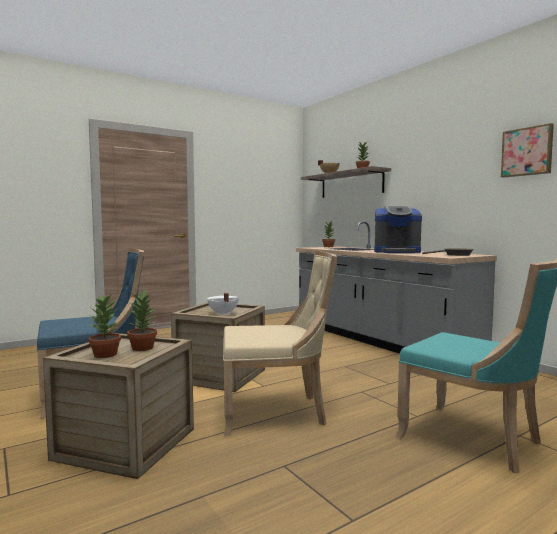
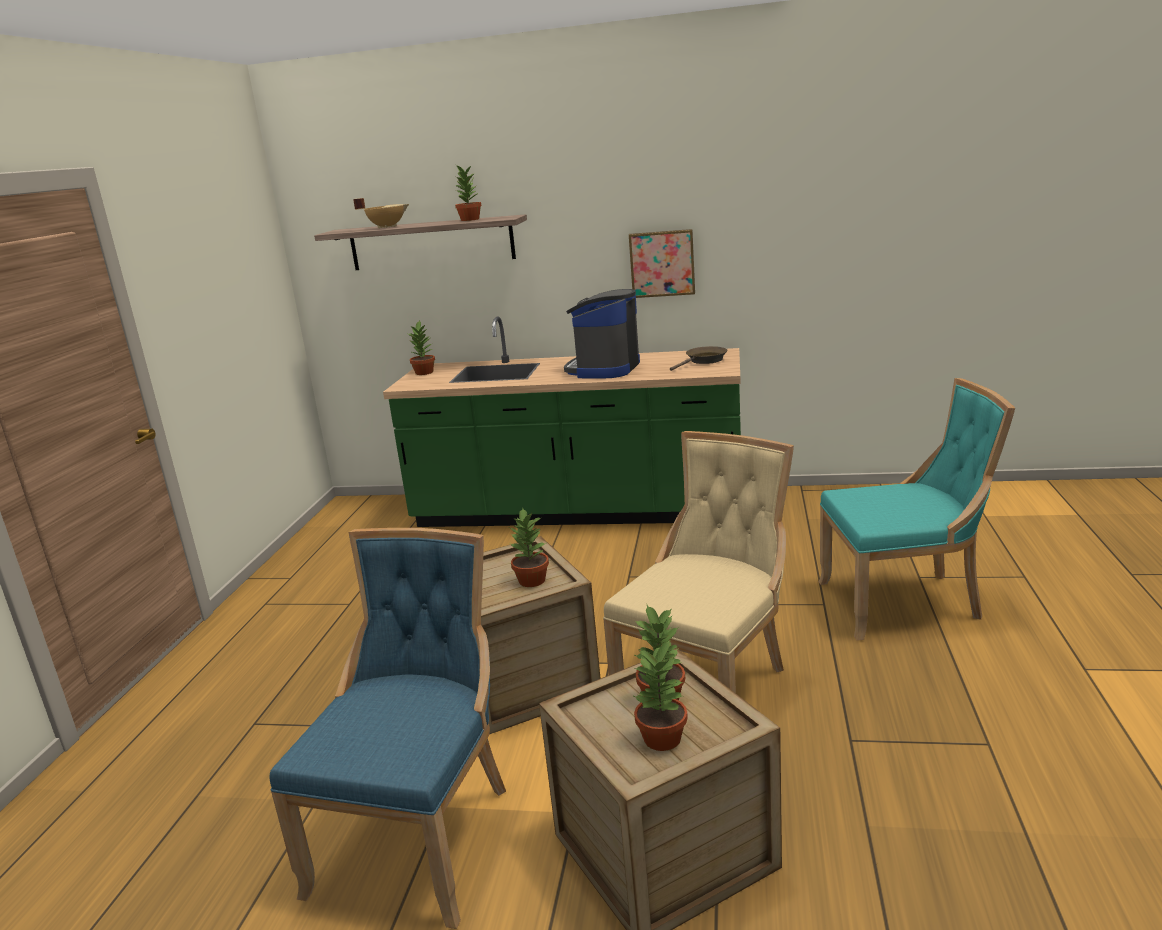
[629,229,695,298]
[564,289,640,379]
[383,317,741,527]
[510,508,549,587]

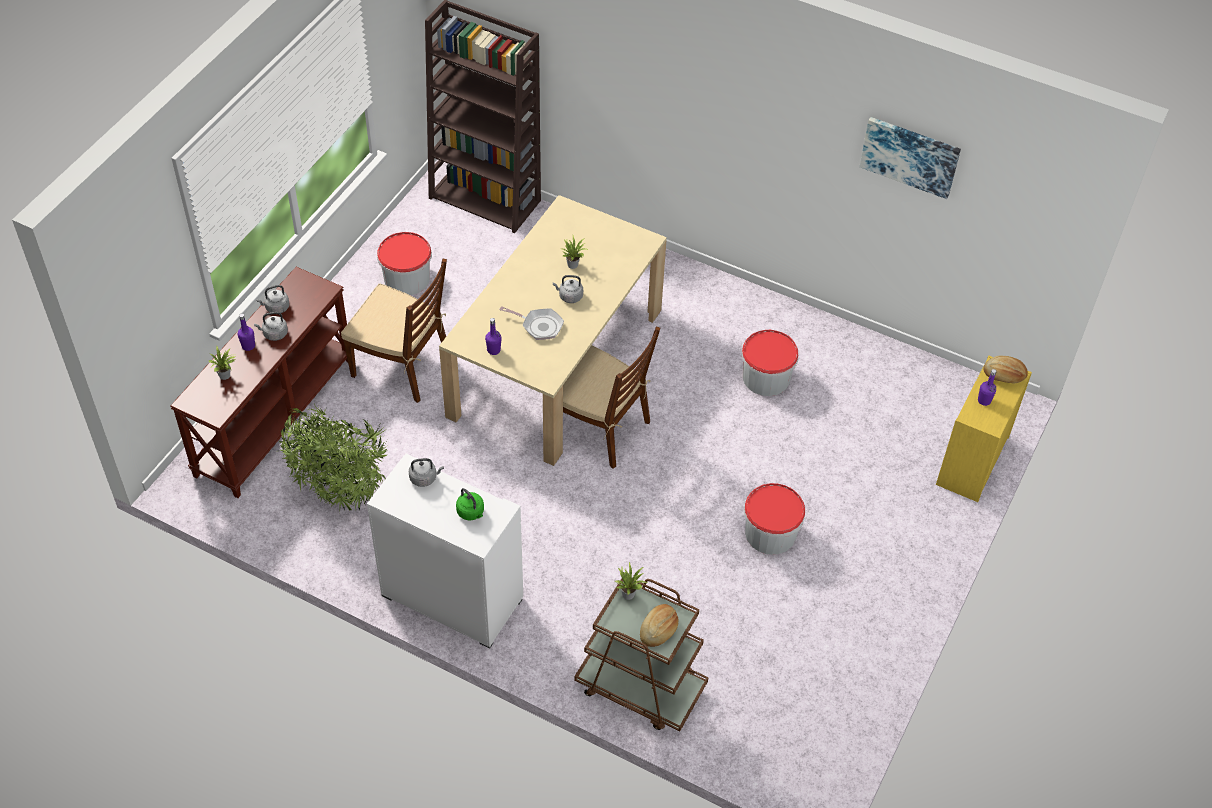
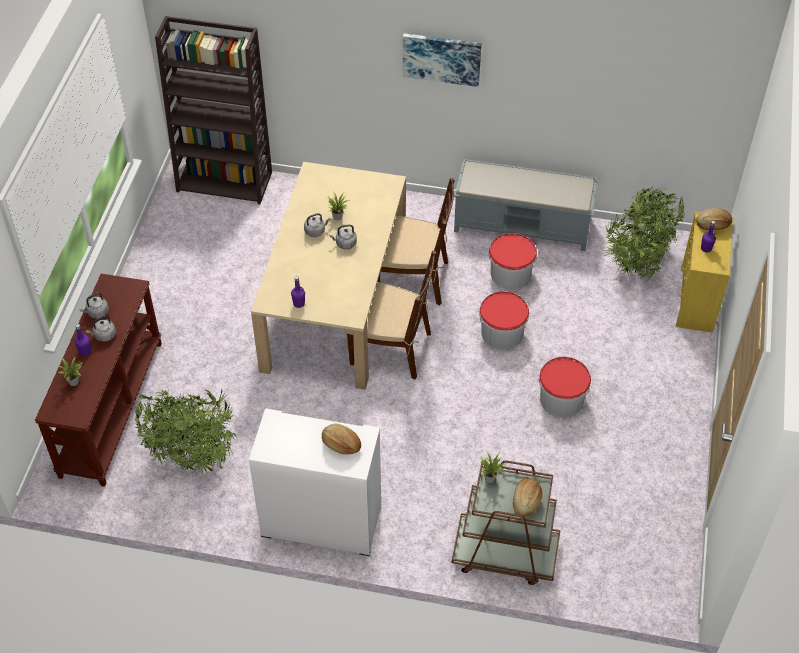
[403,33,481,87]
[479,291,529,350]
[377,178,455,305]
[499,306,564,340] (first image)
[304,213,330,237]
[322,424,361,455]
[454,159,598,251]
[605,187,685,279]

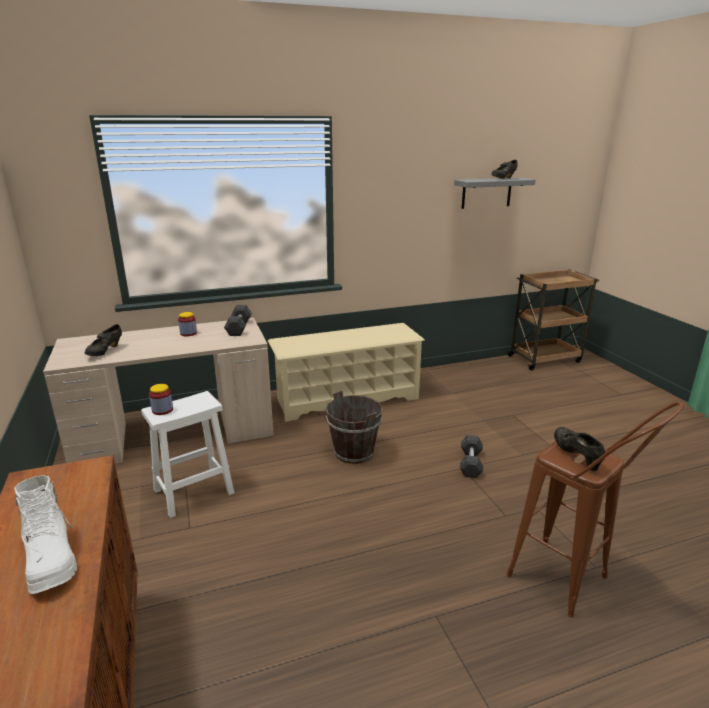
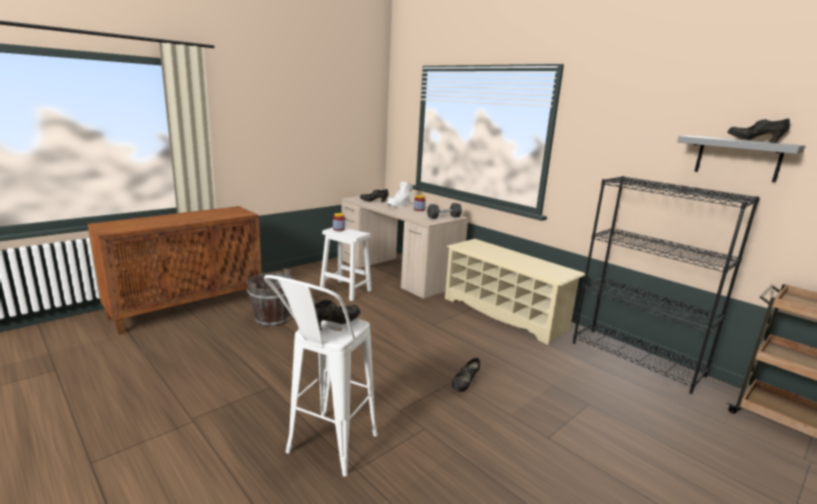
[246,268,295,327]
[264,275,378,477]
[451,358,480,392]
[387,182,413,207]
[573,176,760,394]

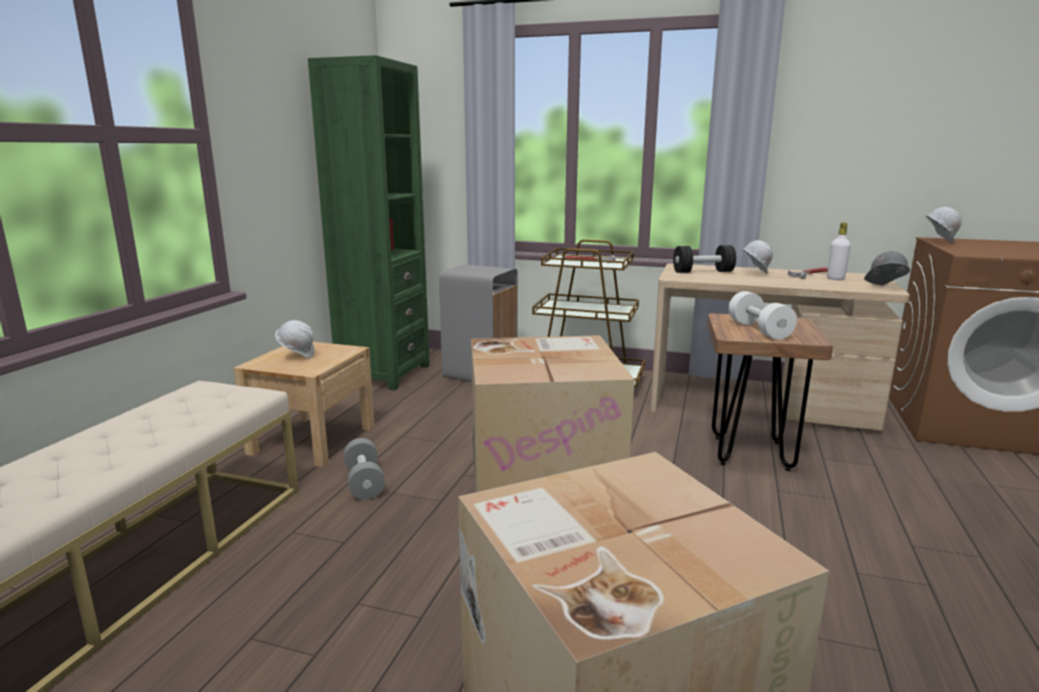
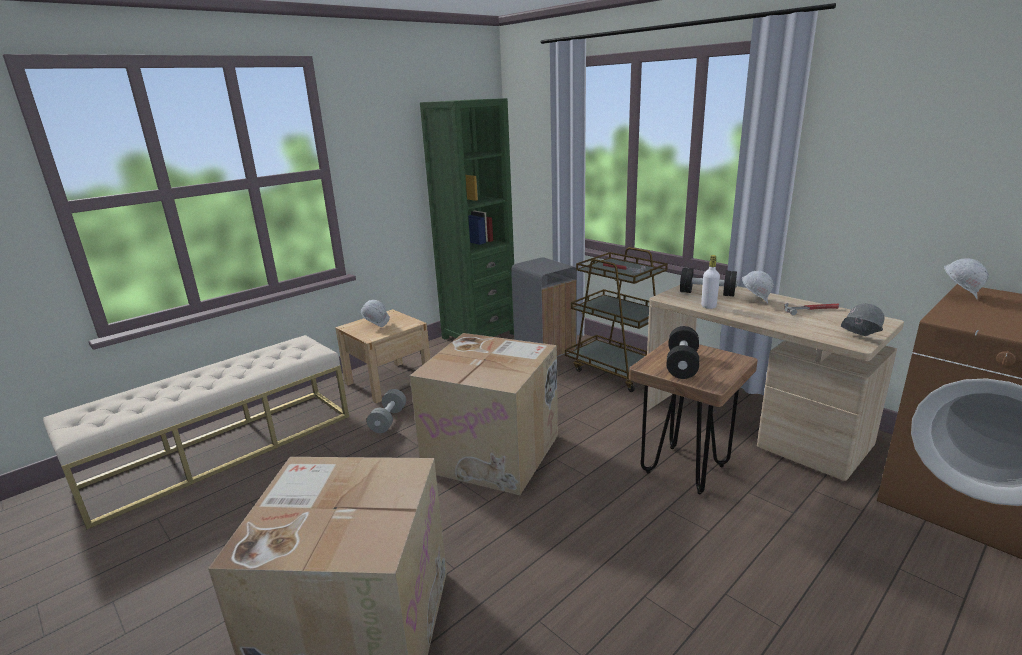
[701,255,720,309]
[666,326,699,379]

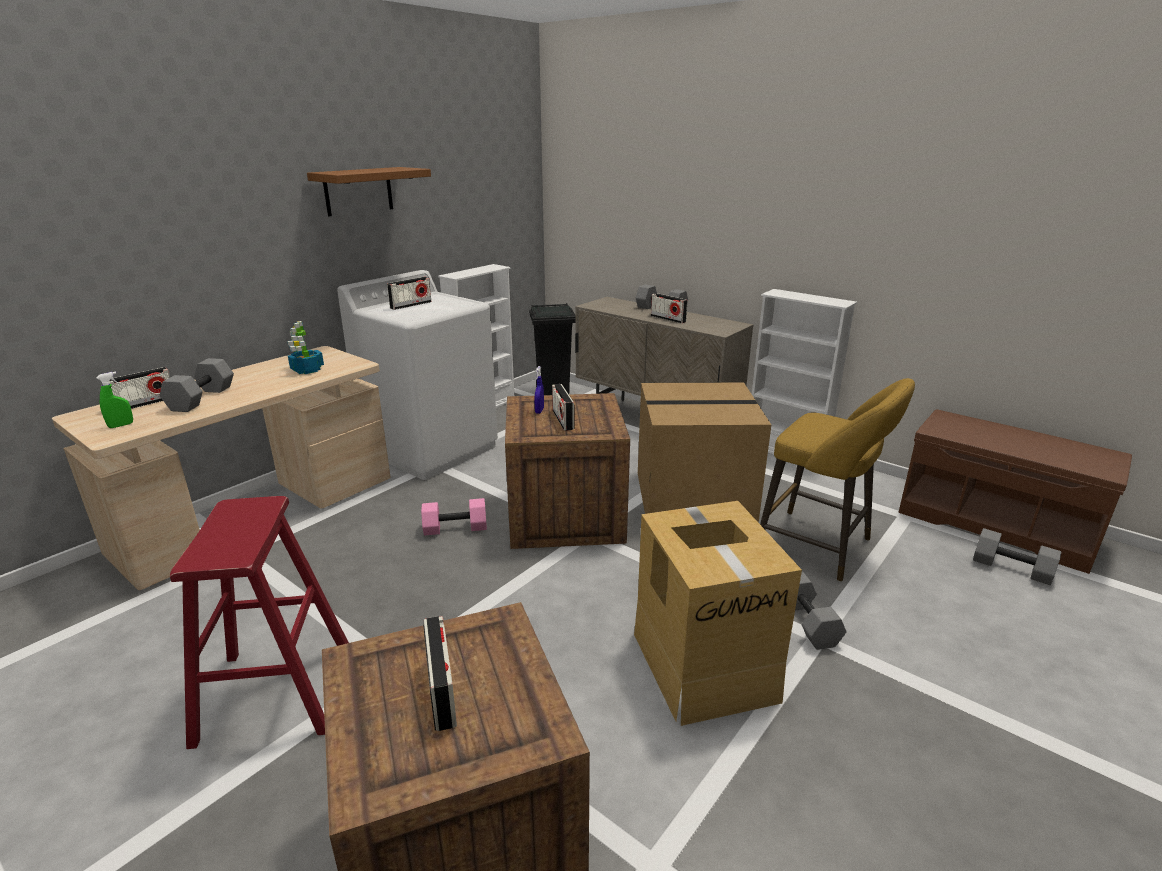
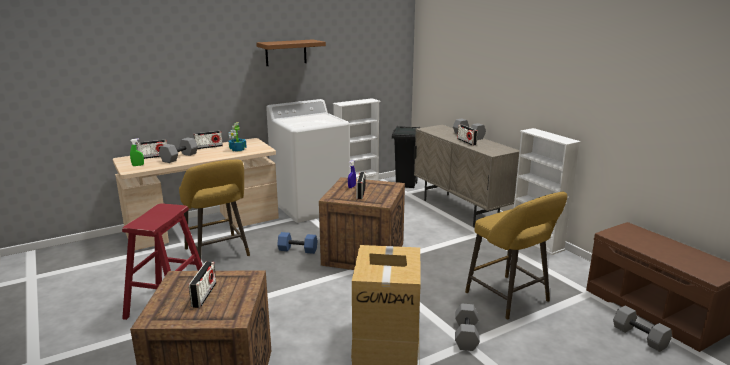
[194,131,223,149]
[638,383,771,523] (first image)
[277,232,318,254]
[179,159,250,259]

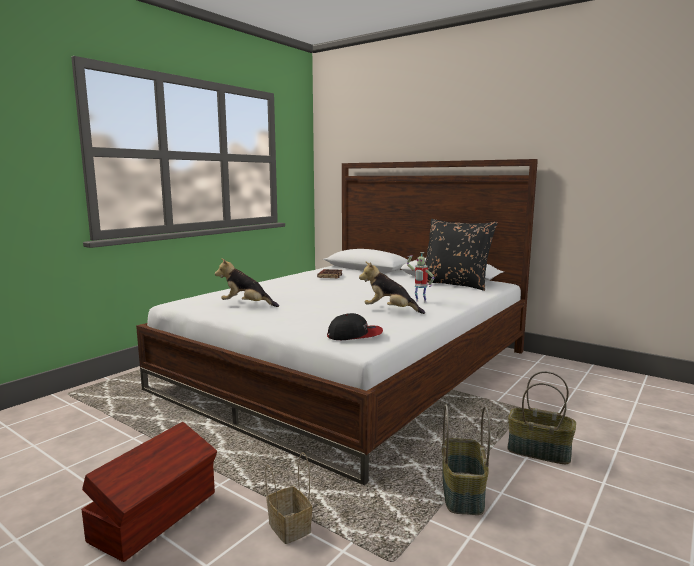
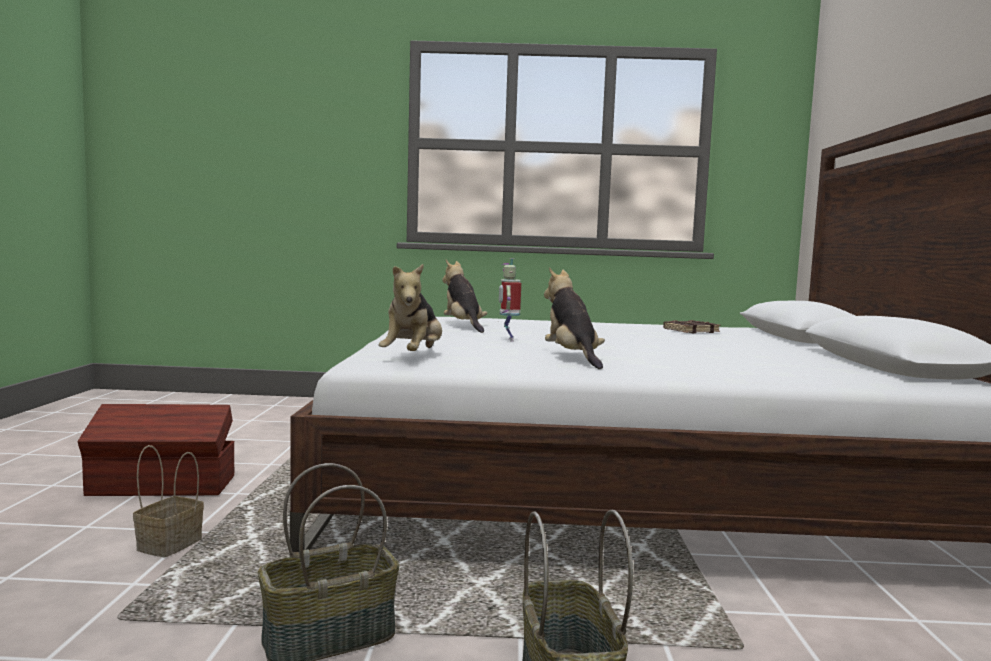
[424,219,498,291] (first image)
[499,258,521,342]
[379,264,442,351]

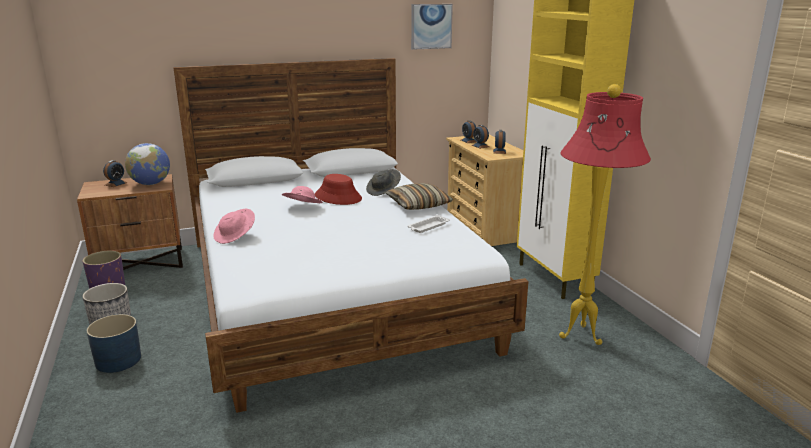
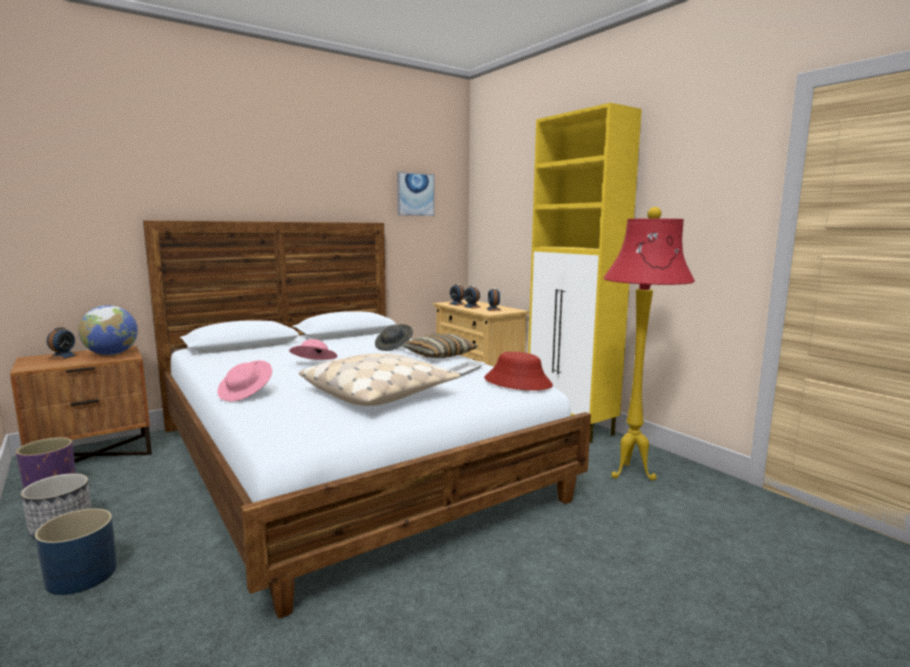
[484,352,553,390]
[299,354,461,406]

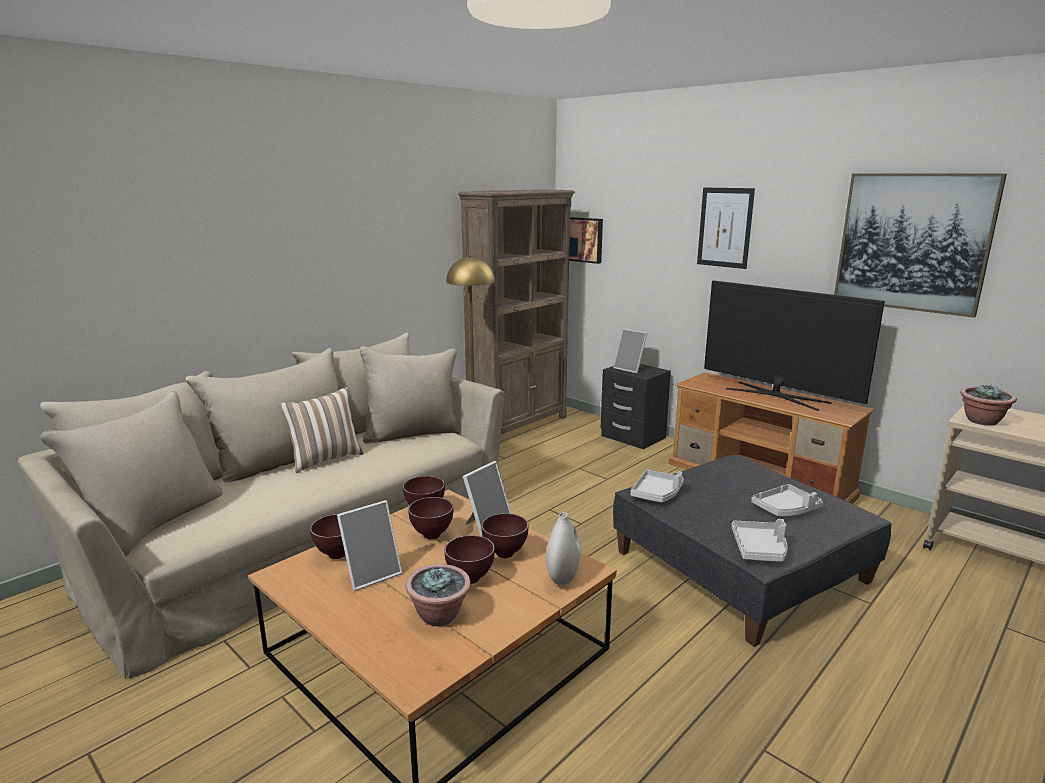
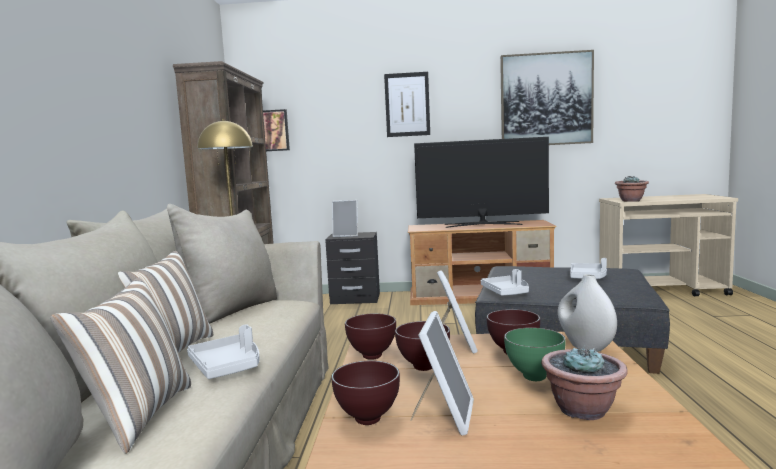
[187,324,260,379]
[504,328,566,381]
[50,278,191,454]

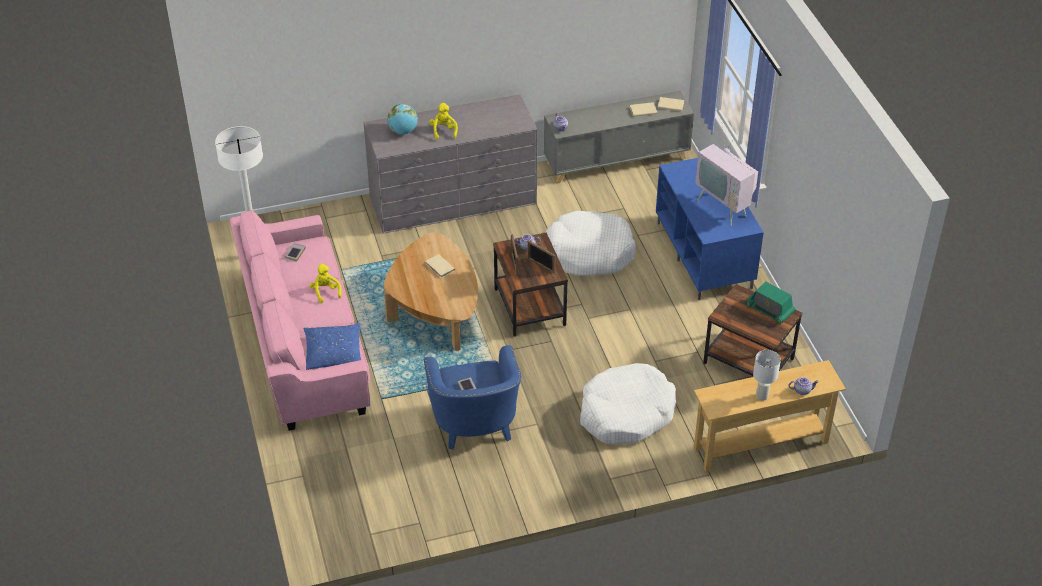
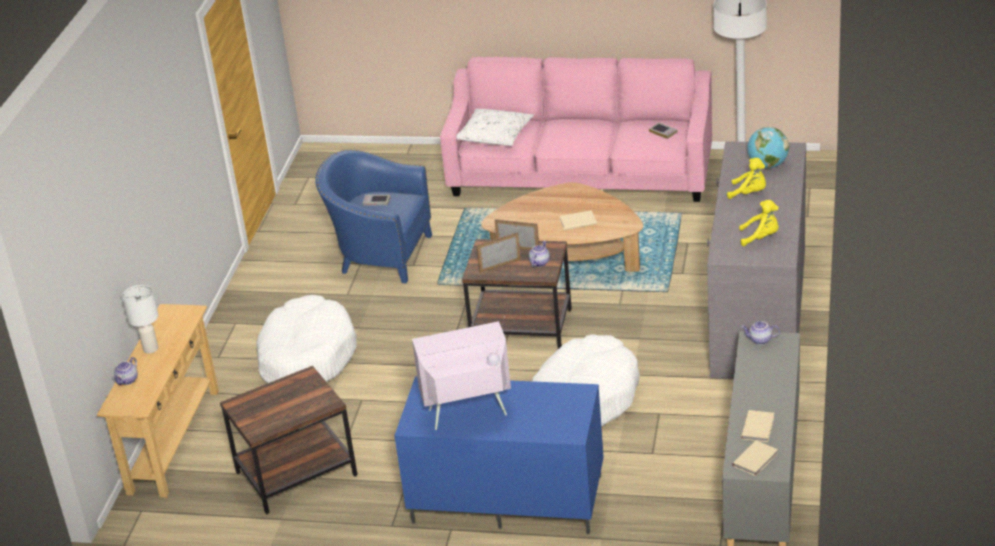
[739,200,779,246]
[745,282,795,324] (first image)
[457,109,534,146]

